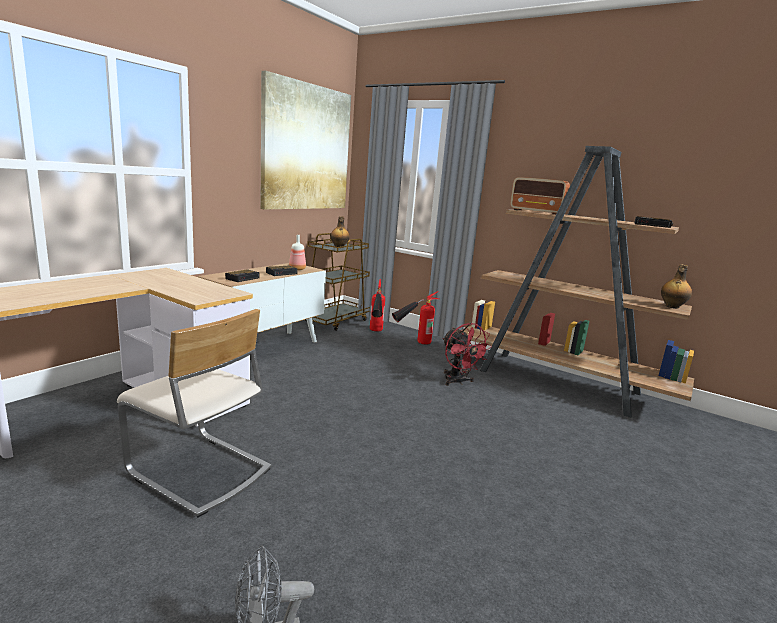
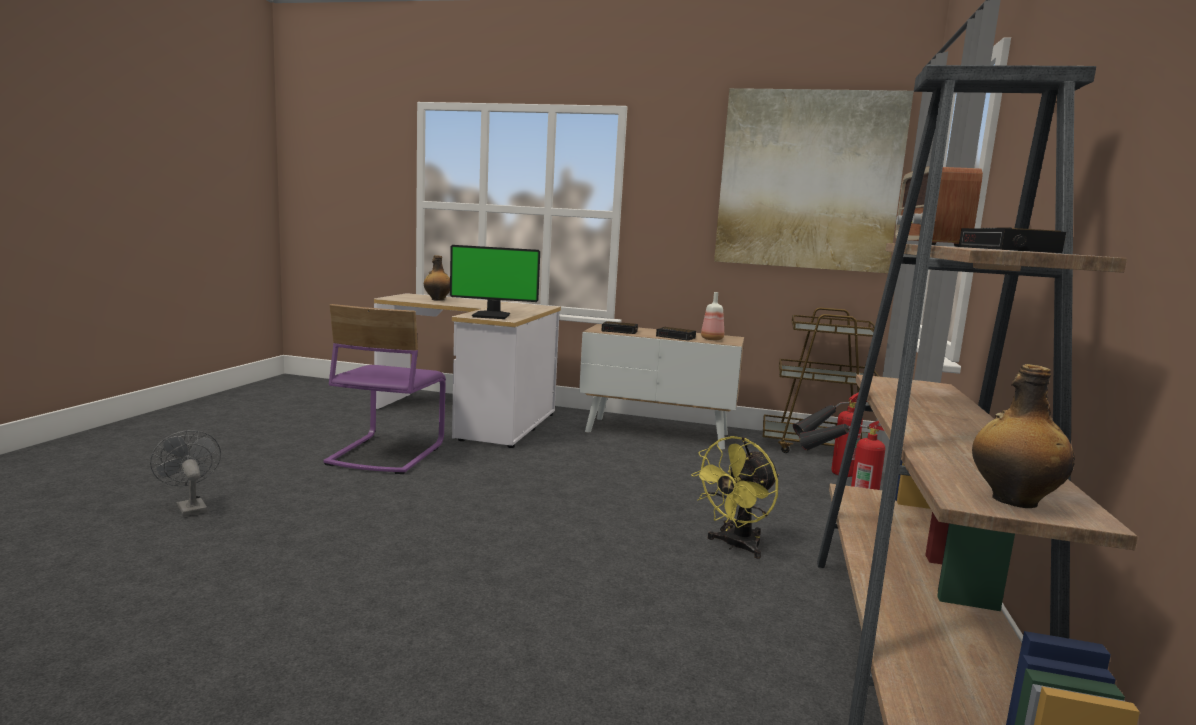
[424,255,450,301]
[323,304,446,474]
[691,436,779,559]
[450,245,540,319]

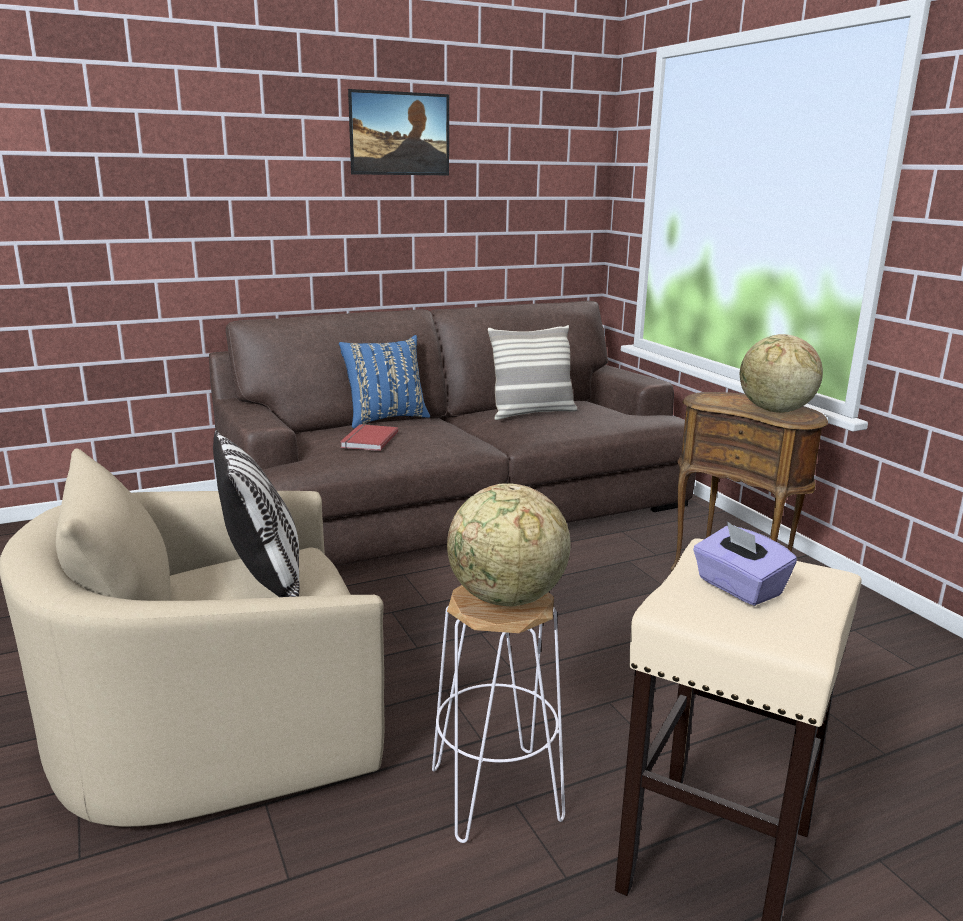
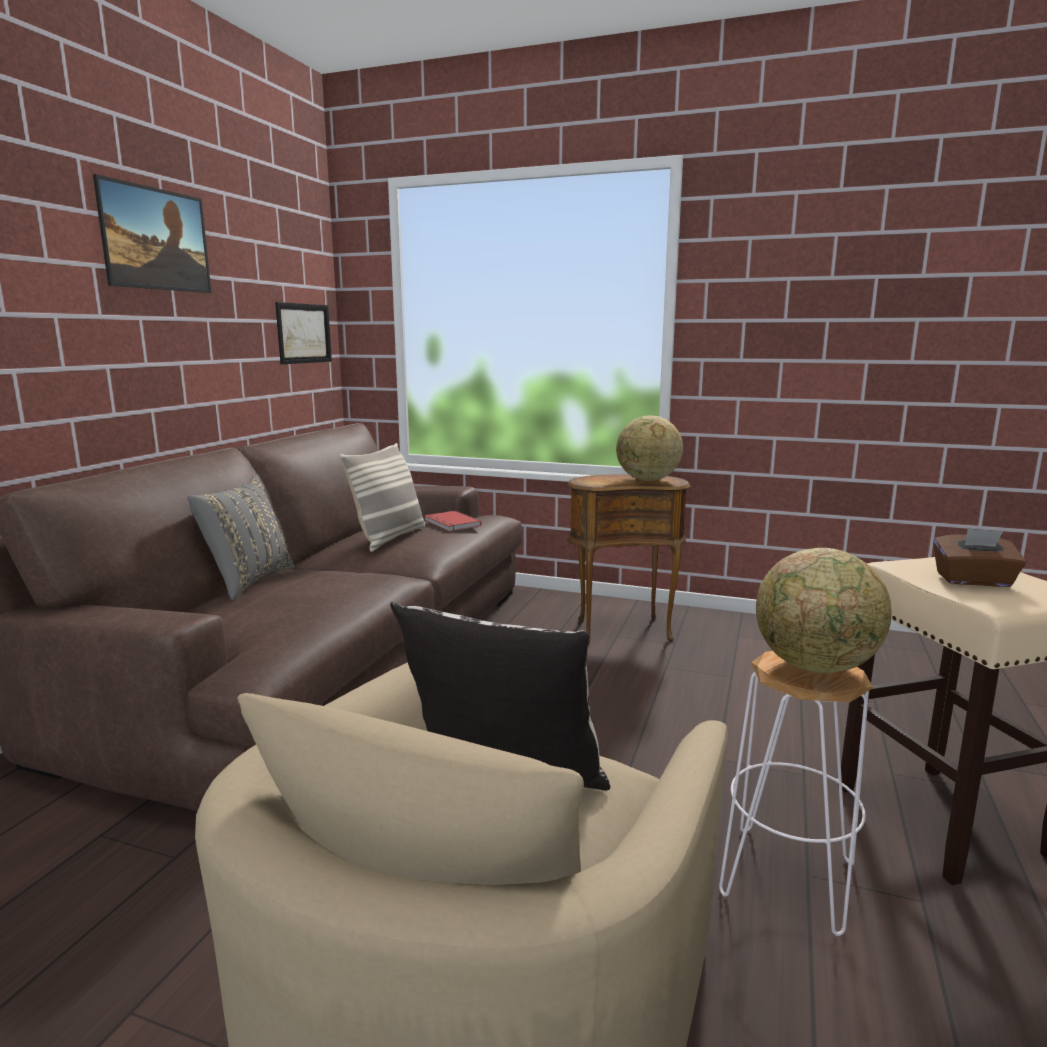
[187,475,295,601]
[424,511,481,532]
[933,528,1026,587]
[275,302,332,364]

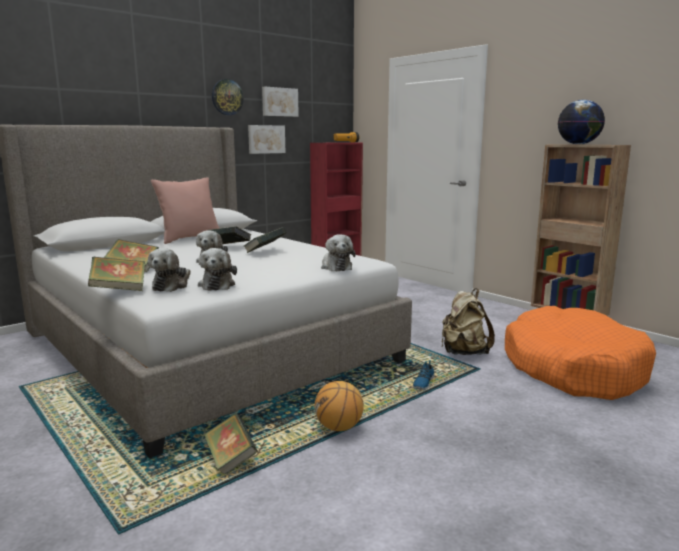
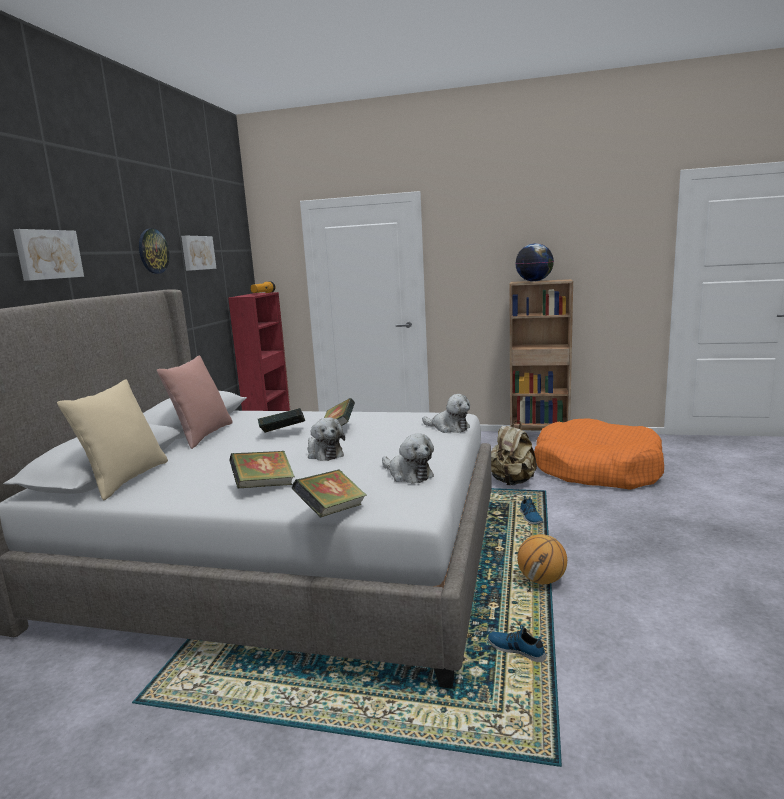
[13,229,84,281]
[148,248,191,292] (first image)
[488,625,546,662]
[57,380,168,500]

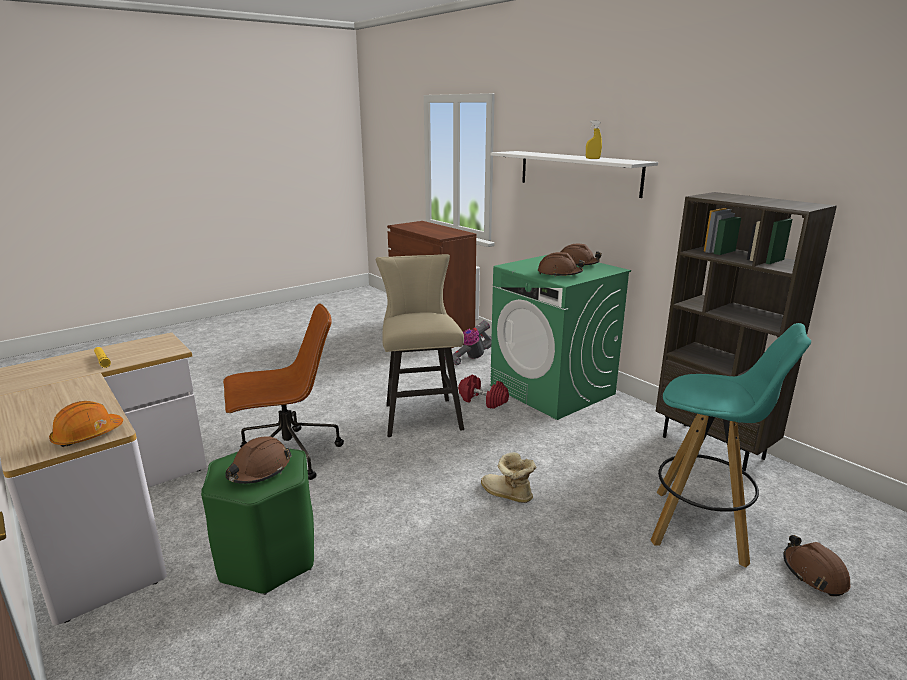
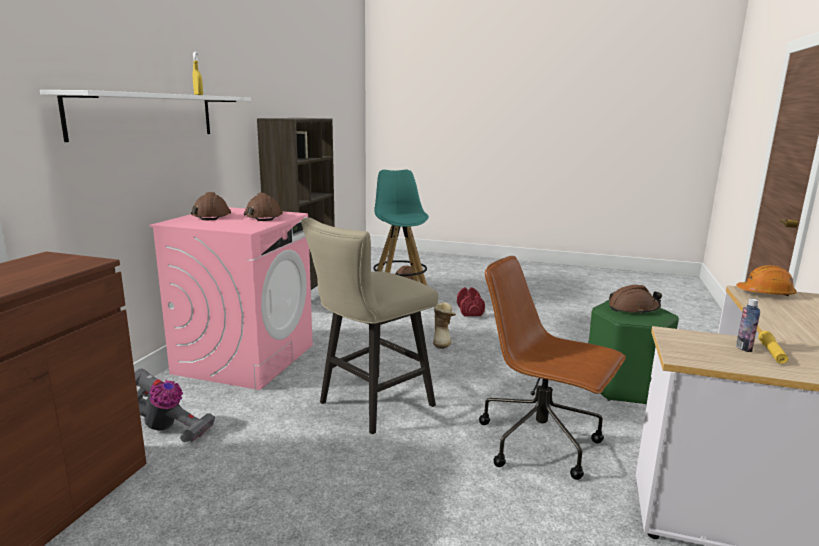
[150,207,313,390]
[457,287,485,316]
[736,299,760,352]

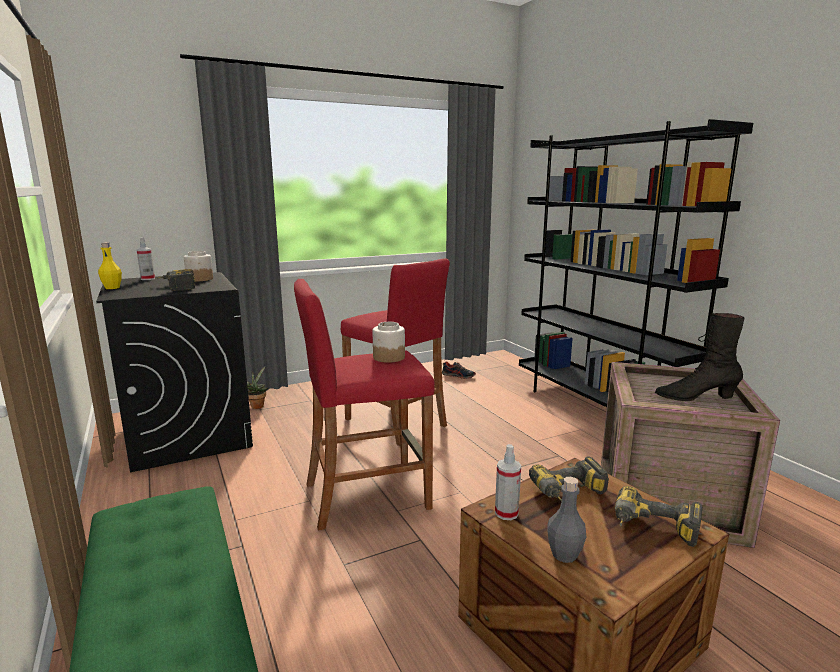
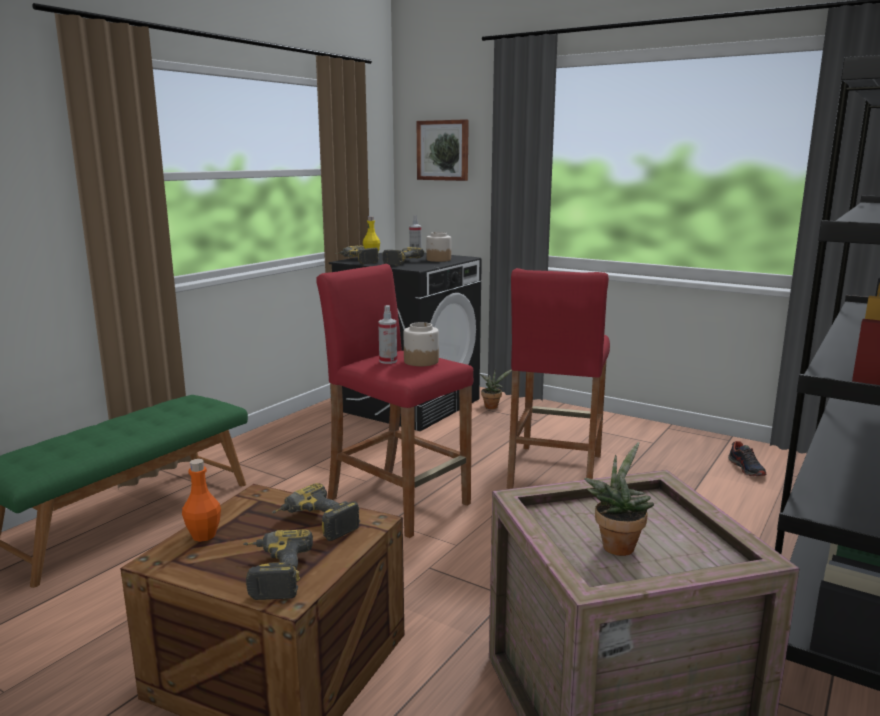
[584,442,654,556]
[378,305,397,364]
[182,459,221,542]
[417,119,469,181]
[335,245,379,264]

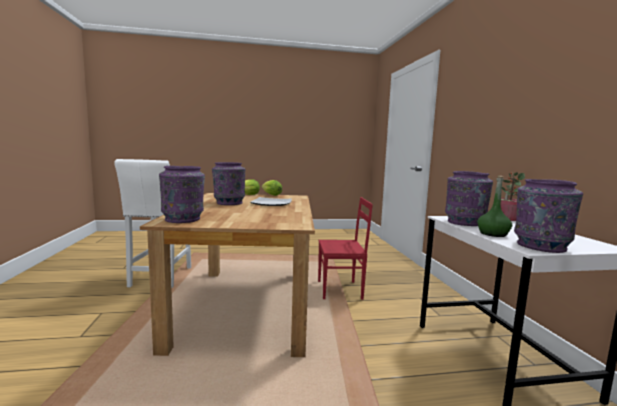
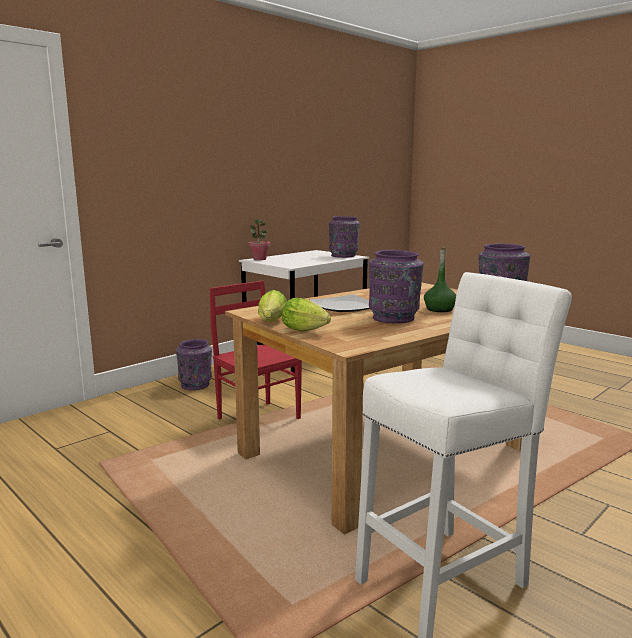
[176,339,212,390]
[424,247,456,312]

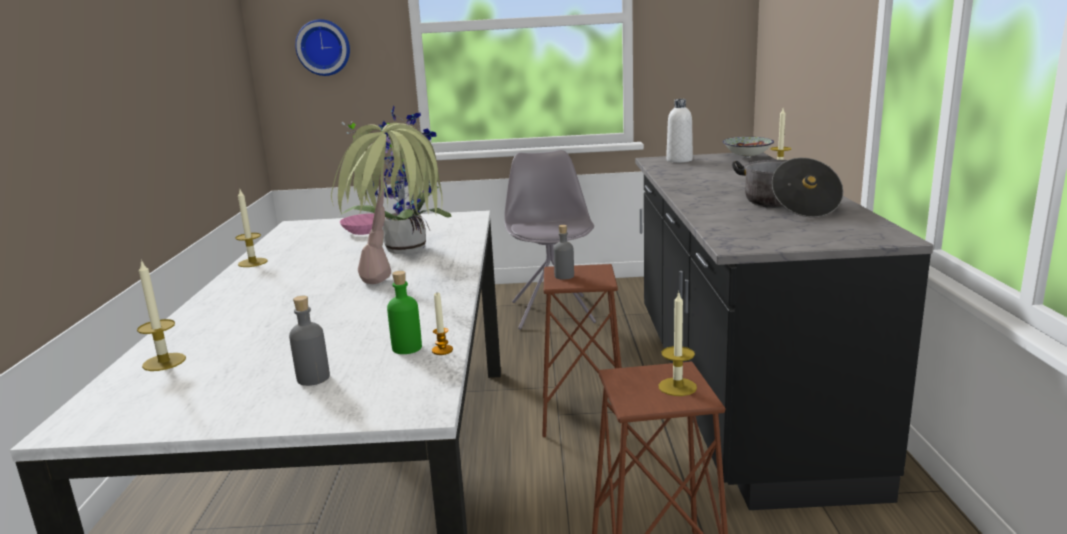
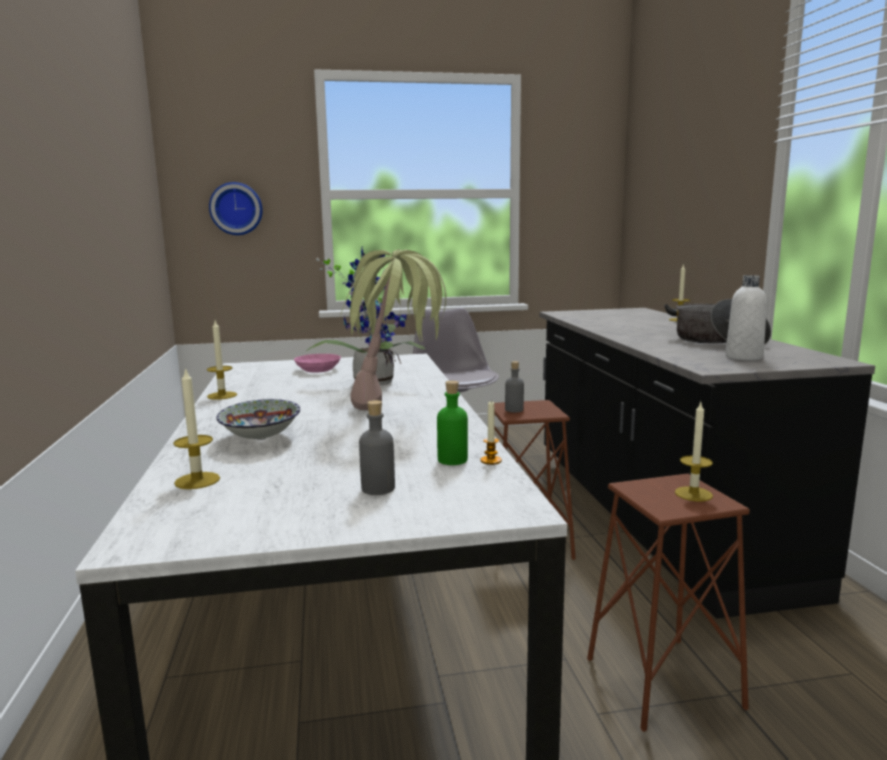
[725,275,767,361]
[216,399,300,440]

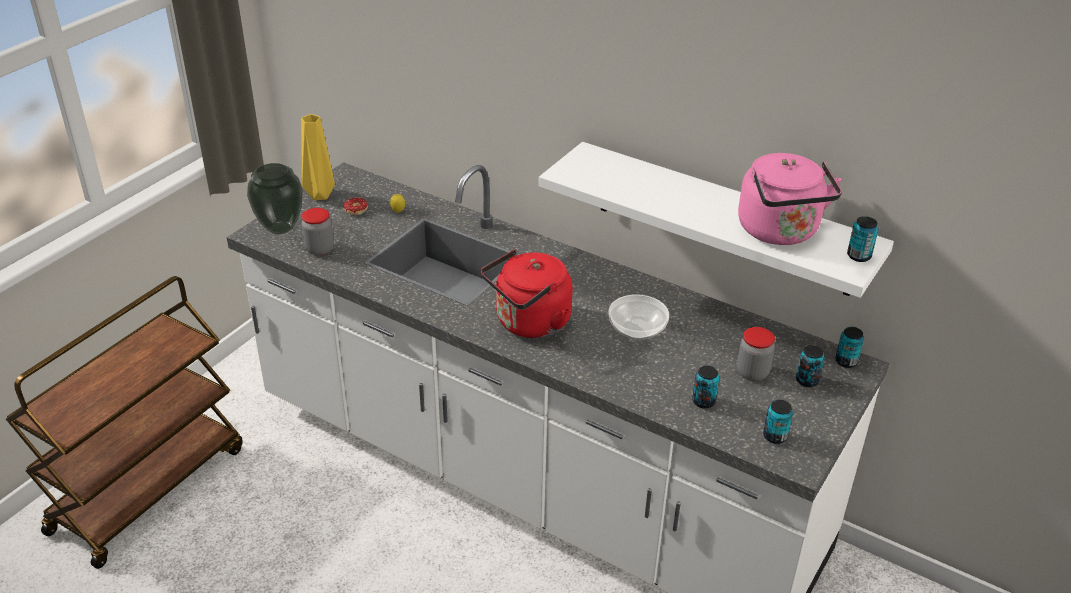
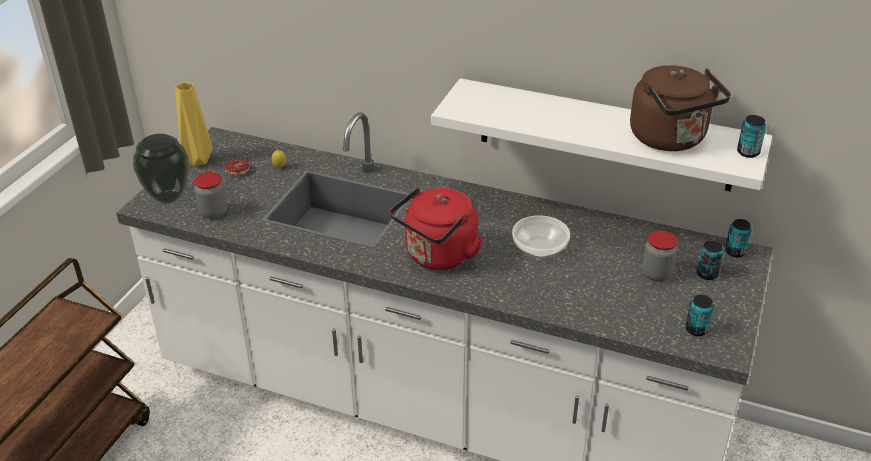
[630,65,731,151]
[692,366,719,409] (first image)

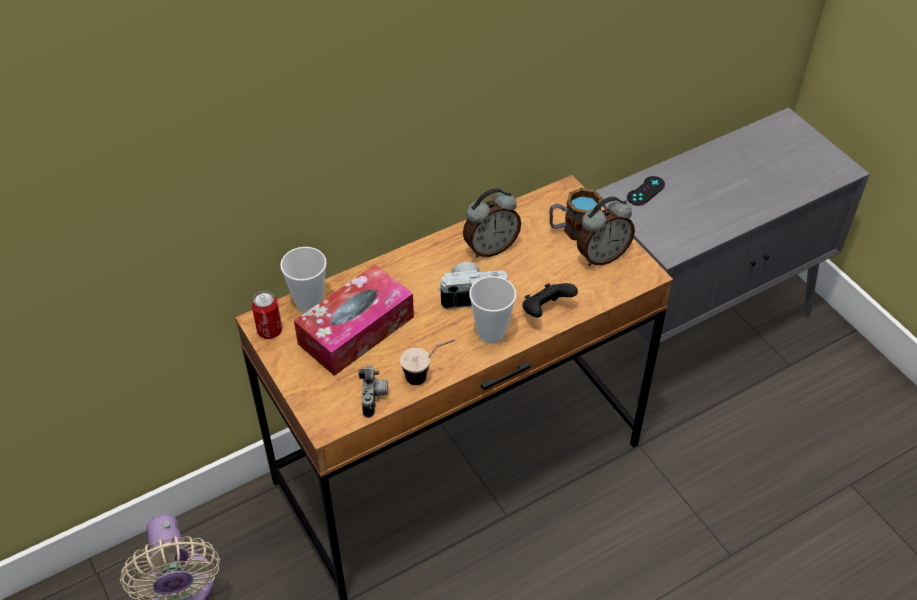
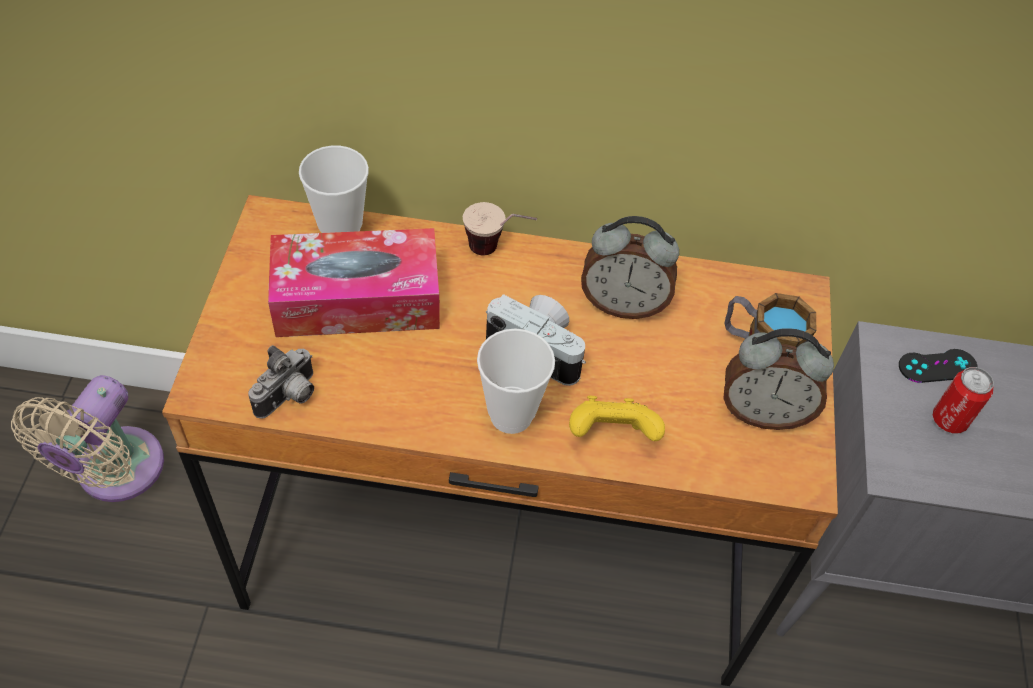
[569,396,665,441]
[933,367,994,433]
[463,202,537,255]

